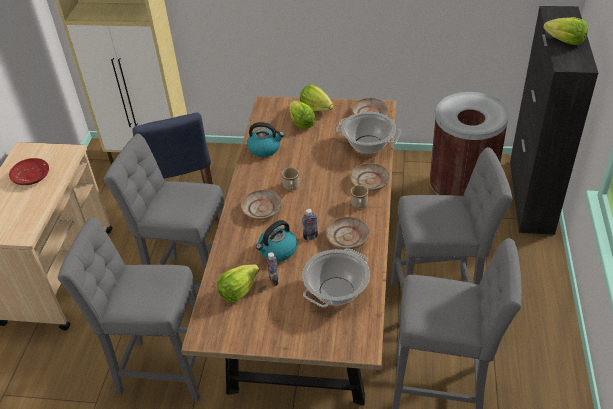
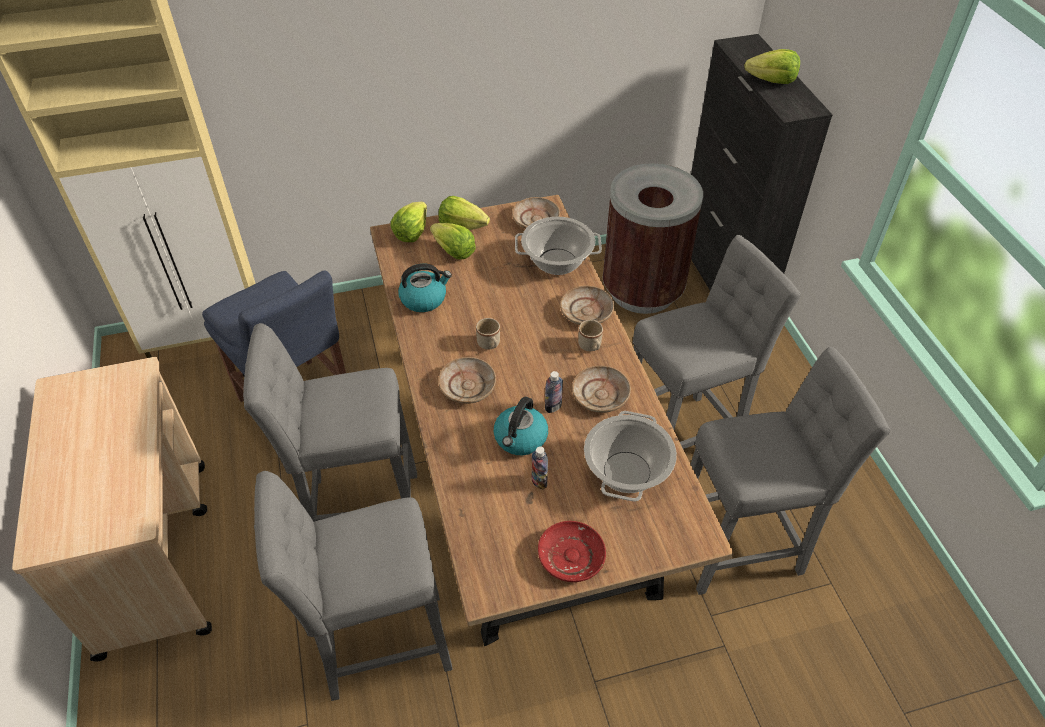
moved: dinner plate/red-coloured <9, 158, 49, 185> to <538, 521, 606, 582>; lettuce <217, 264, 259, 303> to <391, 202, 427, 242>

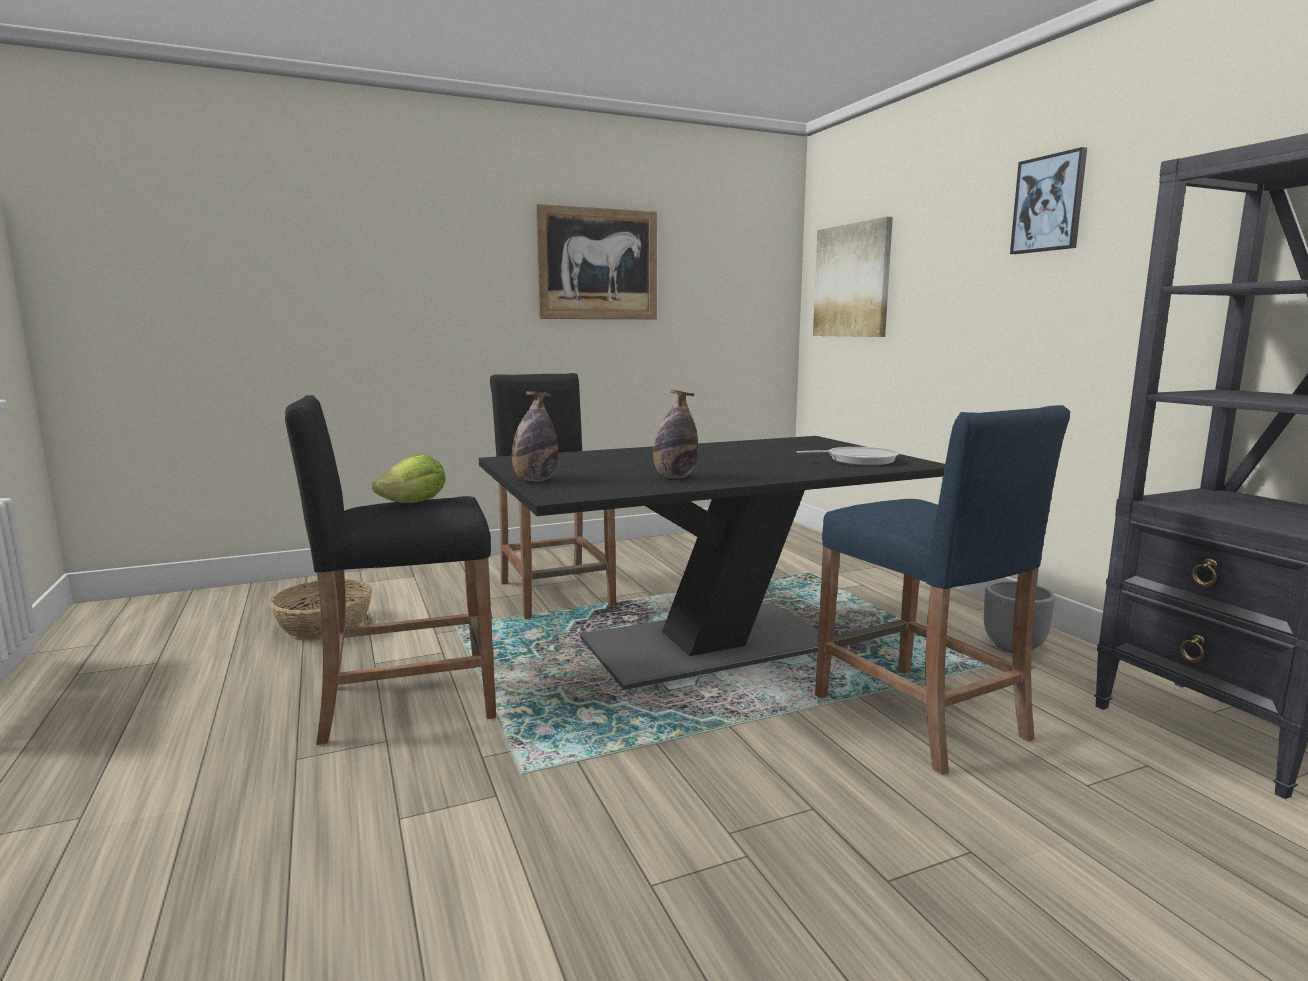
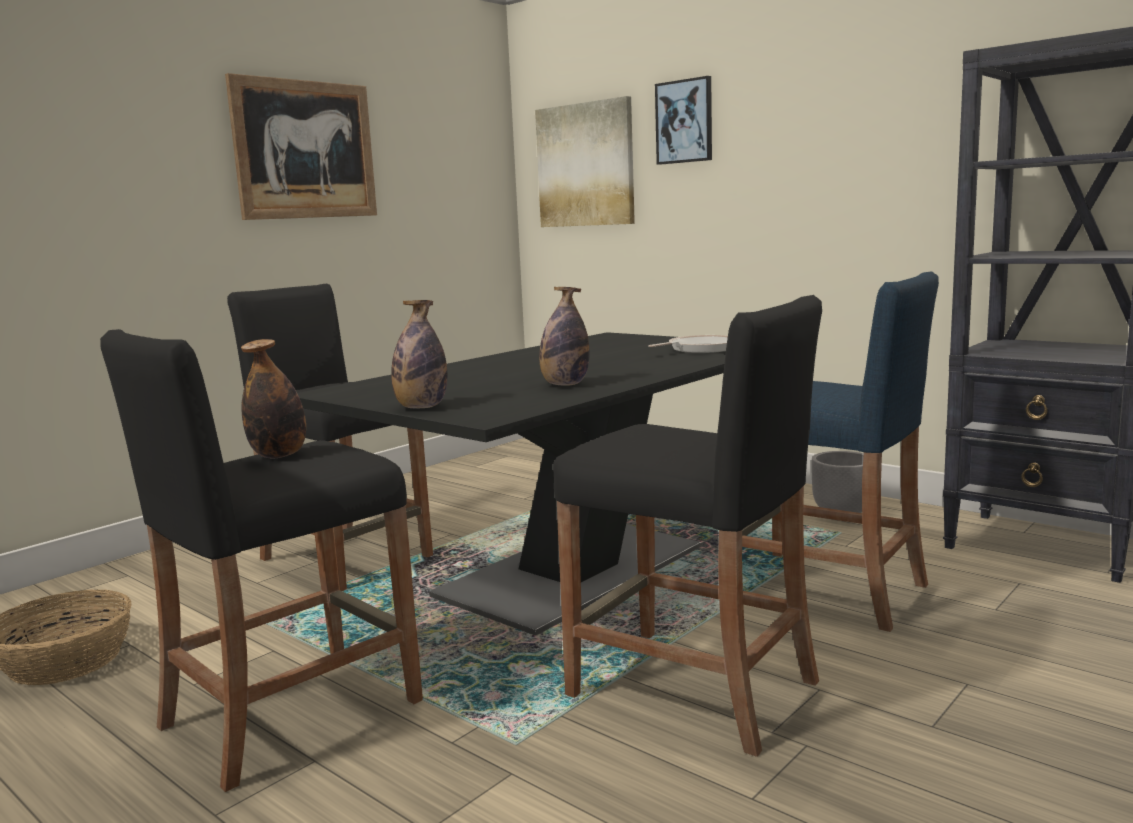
added: stool/black <553, 295, 822, 757>
moved: wall art <1010, 147, 1087, 254> to <655, 76, 712, 165>
replaced: lettuce <372, 455, 445, 503> to drink bottle <241, 339, 306, 458>

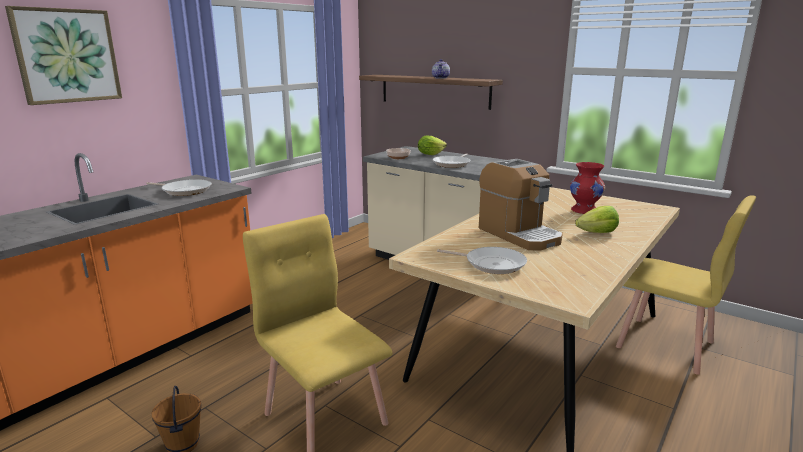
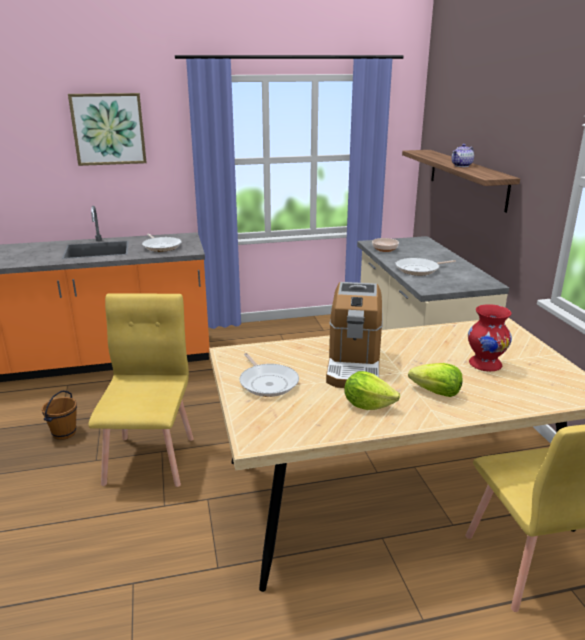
moved: lettuce <418, 136, 447, 155> to <344, 371, 400, 410>

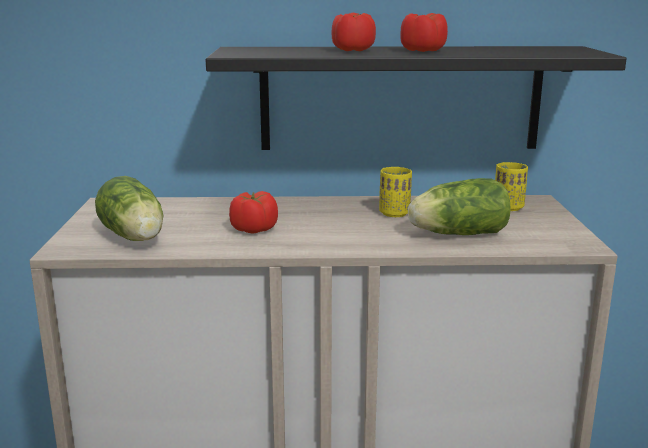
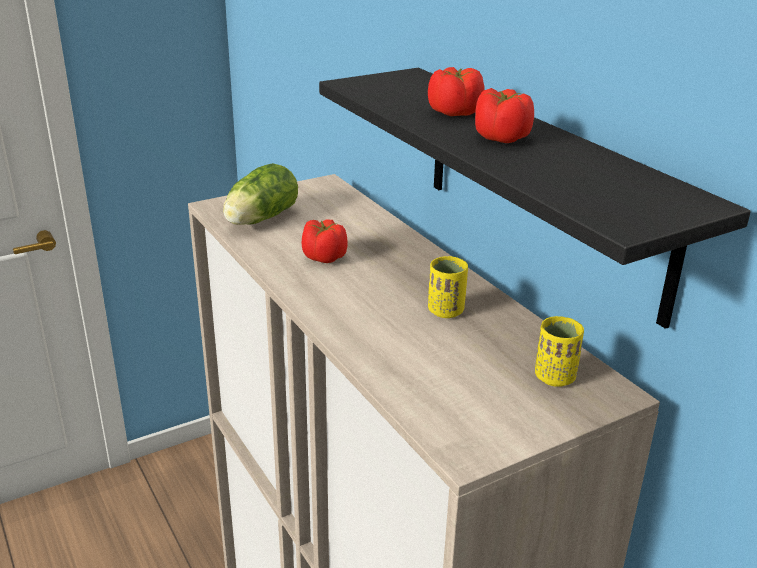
removed: lettuce <408, 178, 511, 235>

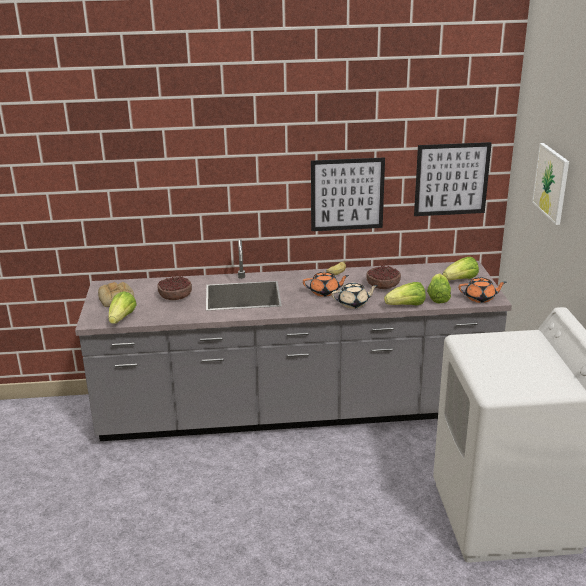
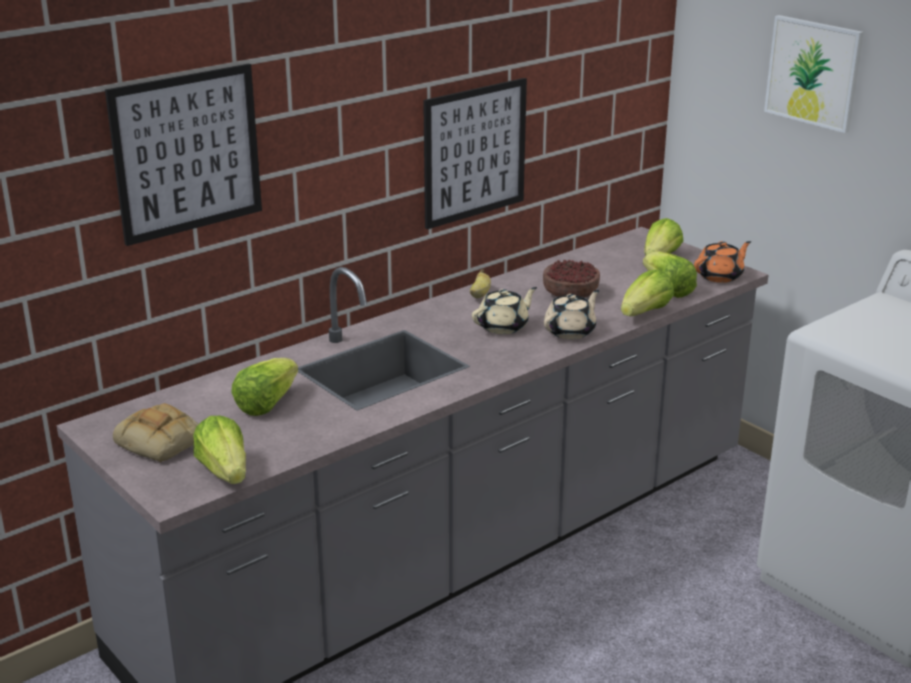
moved: wall art <414, 142, 492, 216> to <105, 64, 262, 246>
replaced: serving bowl <157, 276, 192, 300> to lettuce <231, 358, 298, 416>
recoloured: pot for tea/orangey <303, 271, 349, 297> to pot for tea/beige-coloured <472, 287, 537, 334>

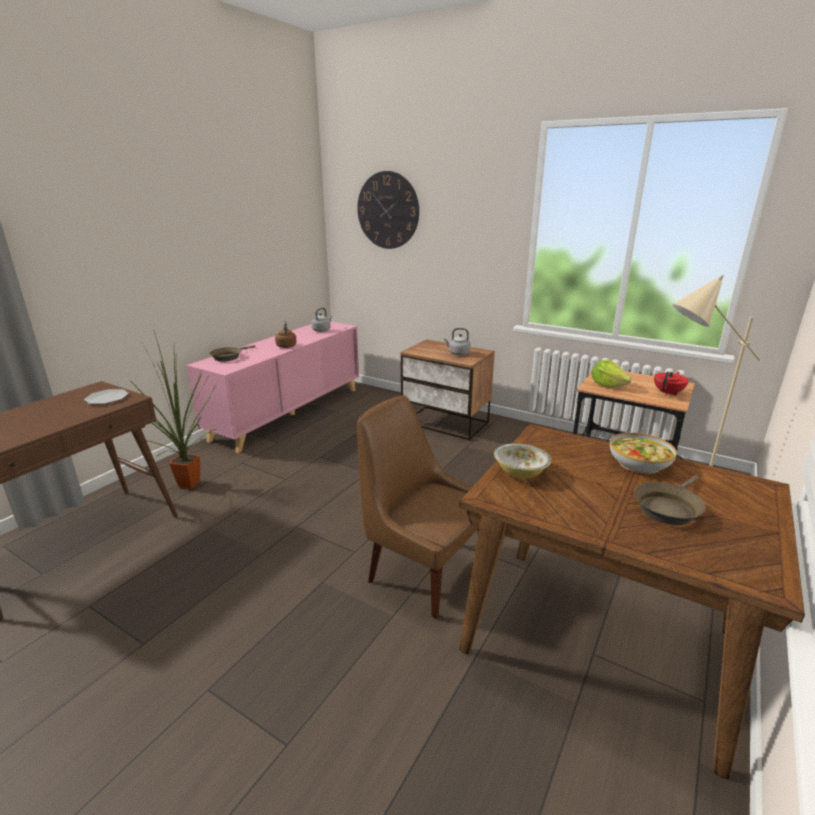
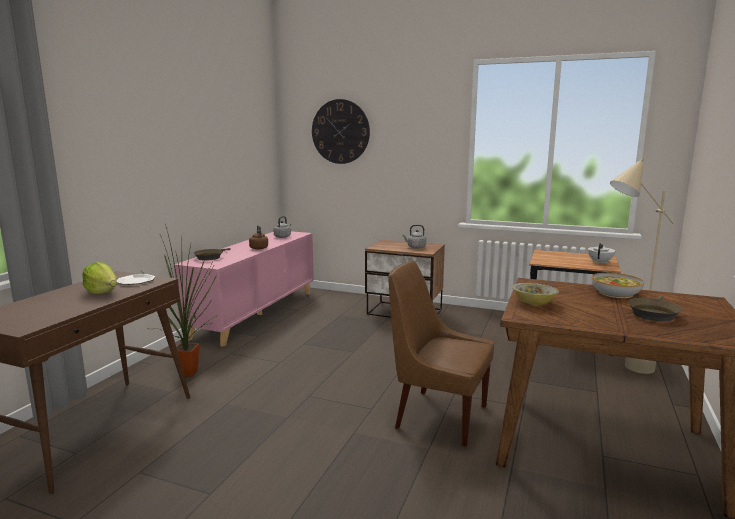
moved: lettuce <591, 360, 632, 388> to <82, 262, 117, 294>
recoloured: pot for tea/red-coloured <654, 371, 689, 396> to pot for tea/whitish <588, 243, 615, 264>

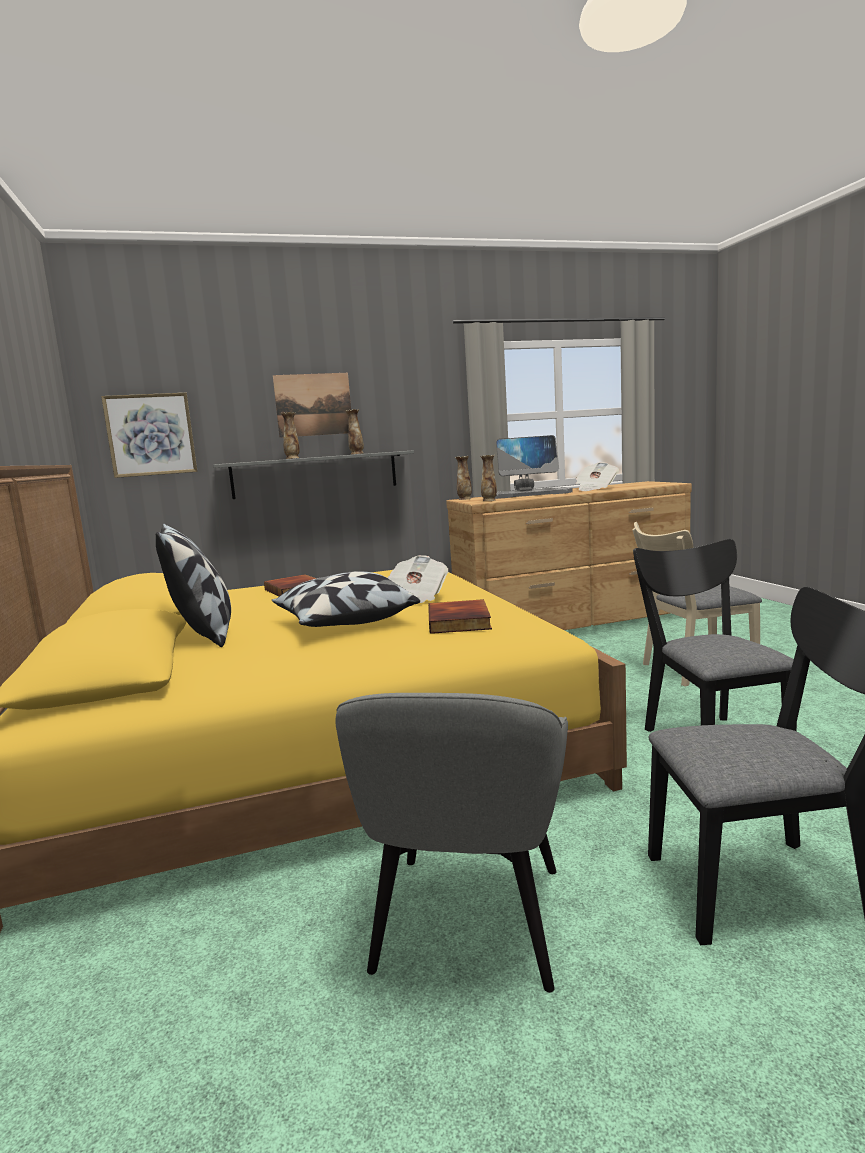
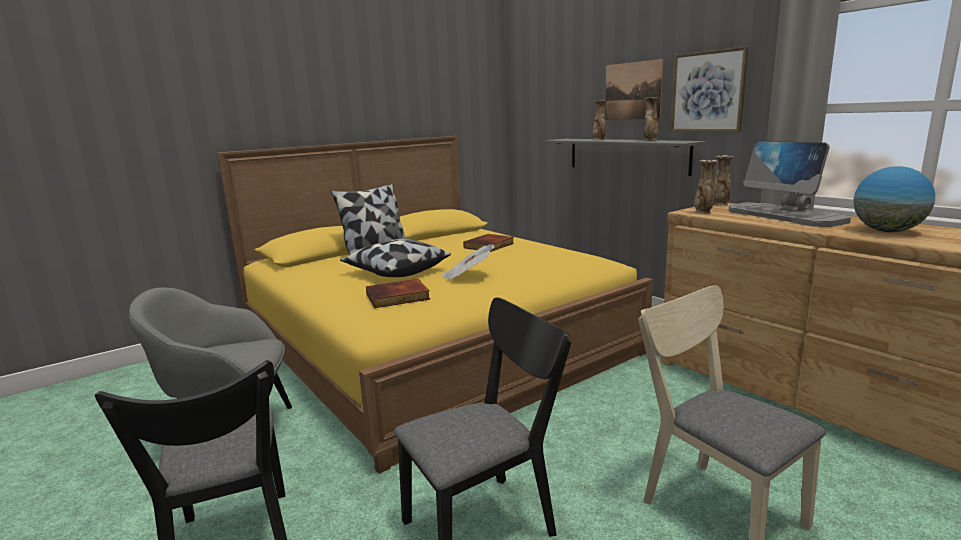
moved: wall art <101, 393, 198, 478> to <670, 46, 749, 132>
replaced: printed paper <575, 462, 619, 491> to world globe <854, 166, 935, 232>

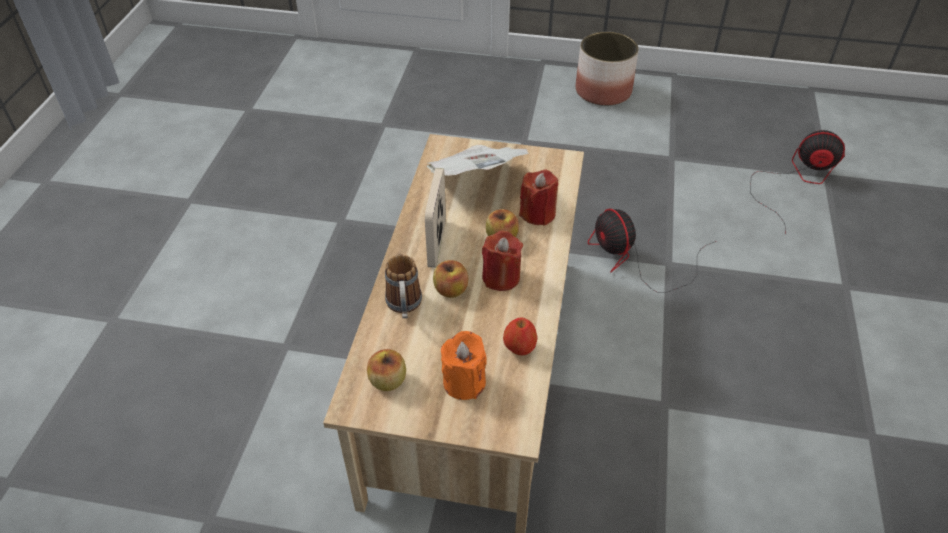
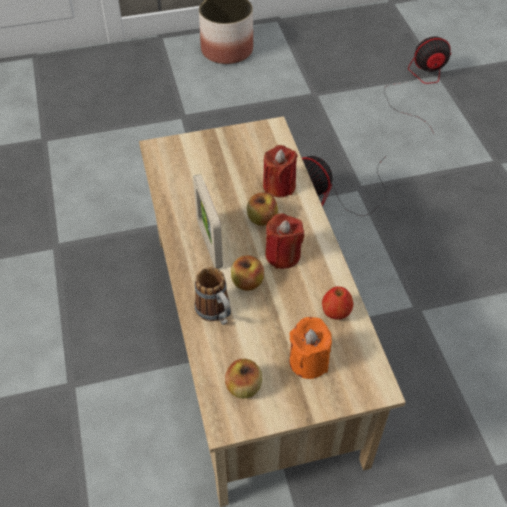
removed: printed paper <427, 145, 528, 176>

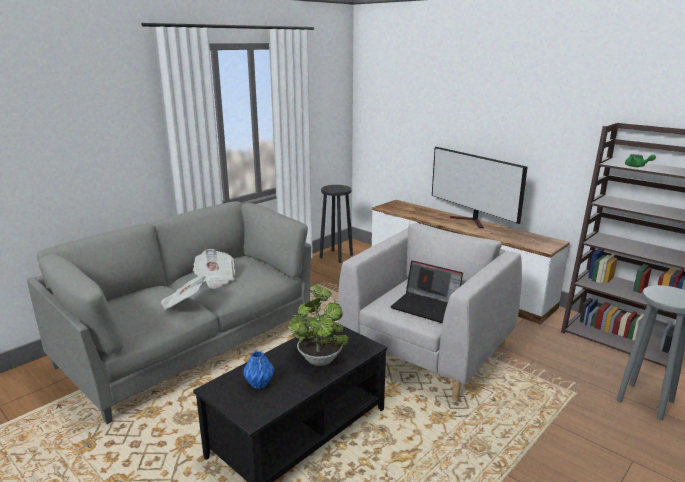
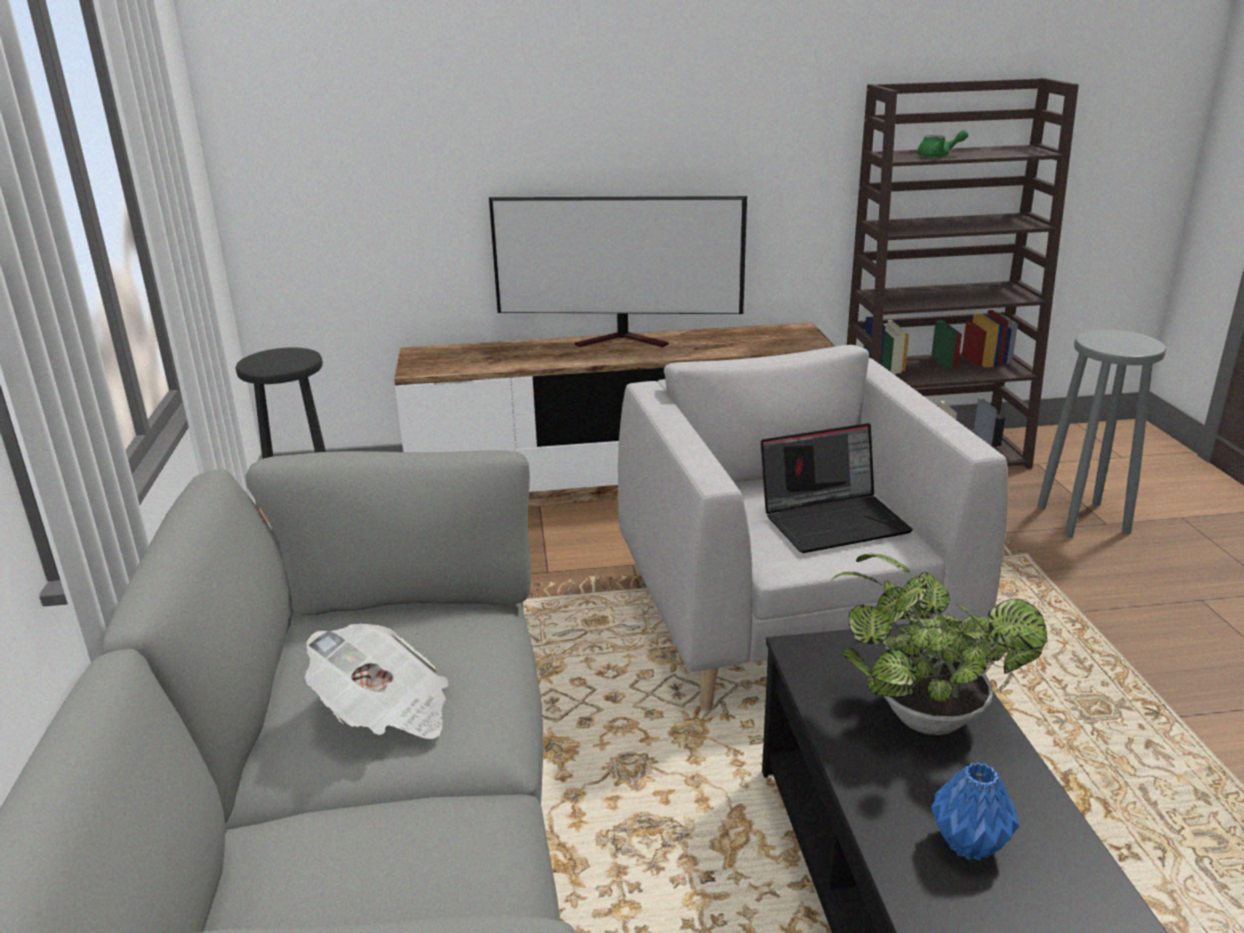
removed: printed paper <161, 275, 207, 310>

